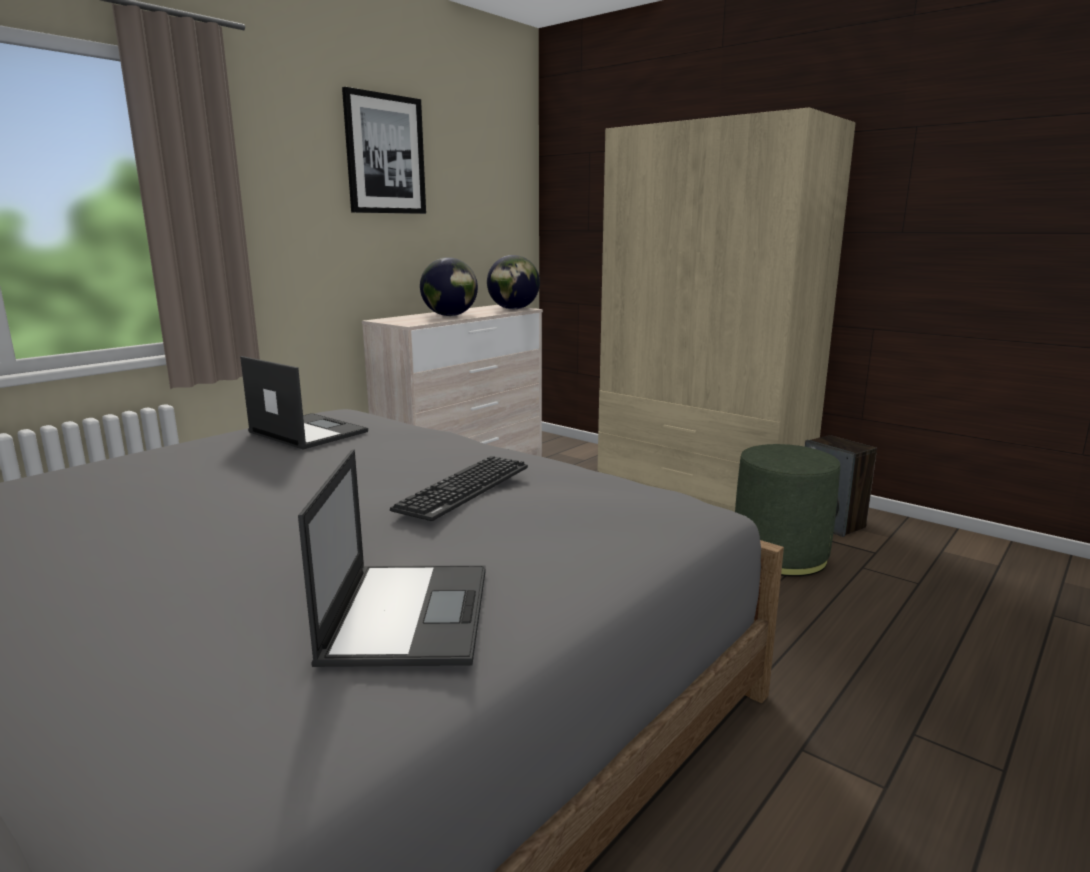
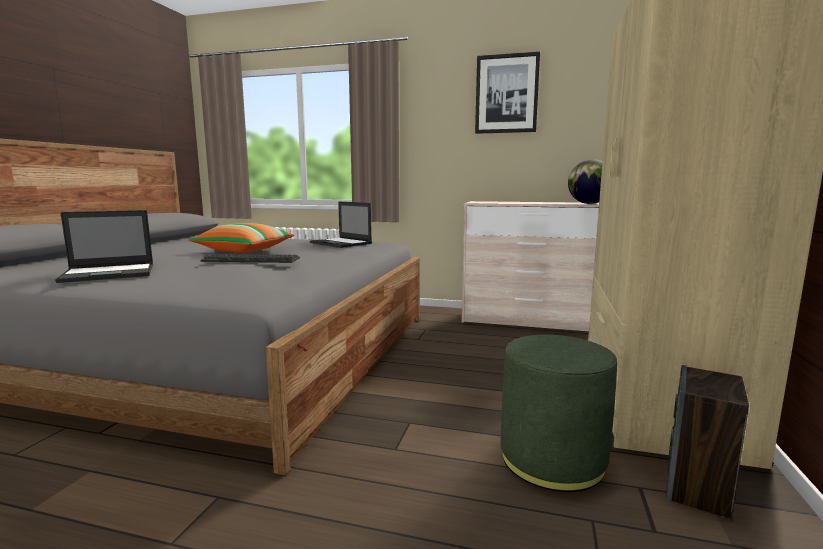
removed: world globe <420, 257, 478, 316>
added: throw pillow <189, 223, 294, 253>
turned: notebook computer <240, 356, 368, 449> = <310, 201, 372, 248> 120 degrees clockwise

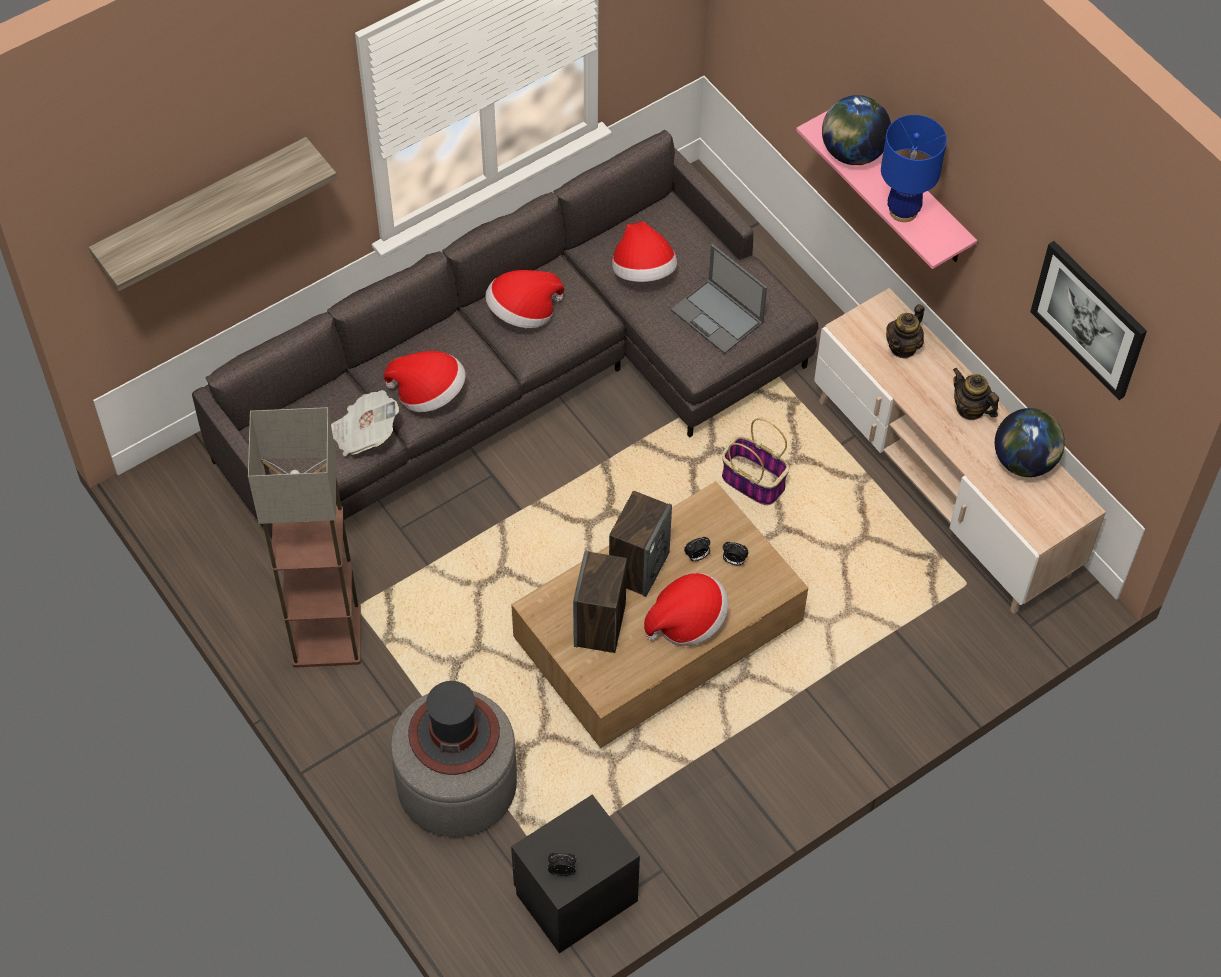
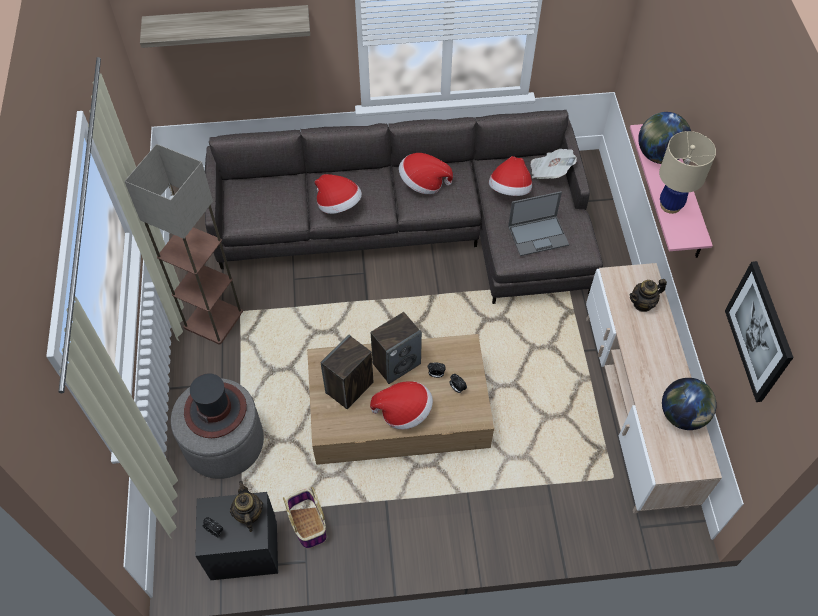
moved: printed paper <331, 390, 399, 456> to <531, 149, 577, 179>; storage basket <722, 418, 789, 505> to <283, 487, 327, 549>; pot for tea <953, 368, 999, 420> to <230, 481, 263, 532>
recoloured: table lamp/blue <881, 115, 947, 222> to table lamp/beige-coloured <659, 131, 716, 214>
turned: notebook computer <671, 244, 767, 354> = <508, 191, 569, 256> 90 degrees counterclockwise

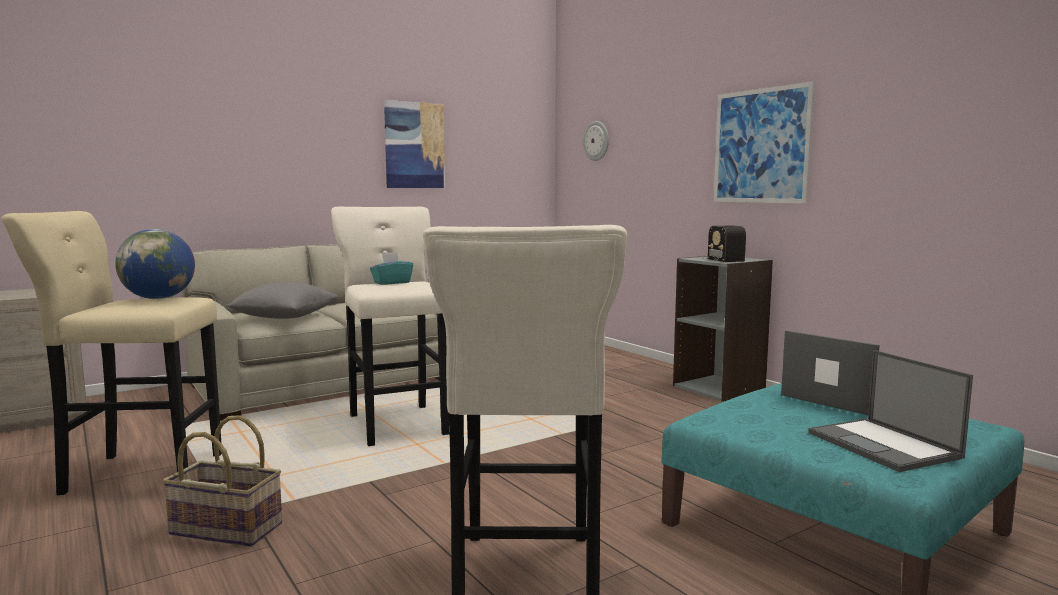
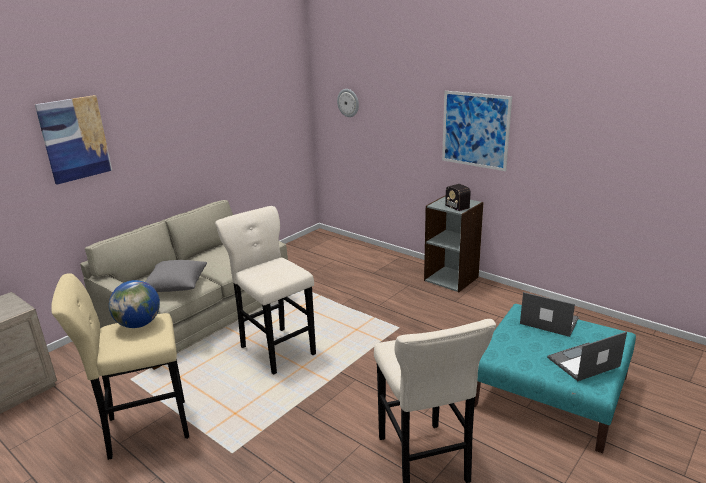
removed: storage basket <162, 415, 282, 547>; box of tissues/blue-green <370, 253, 413, 285>
moved: wall art <384, 100, 445, 188> to <35, 95, 112, 185>
turned: notebook computer <808, 350, 973, 472> = <547, 332, 627, 381> 105 degrees clockwise

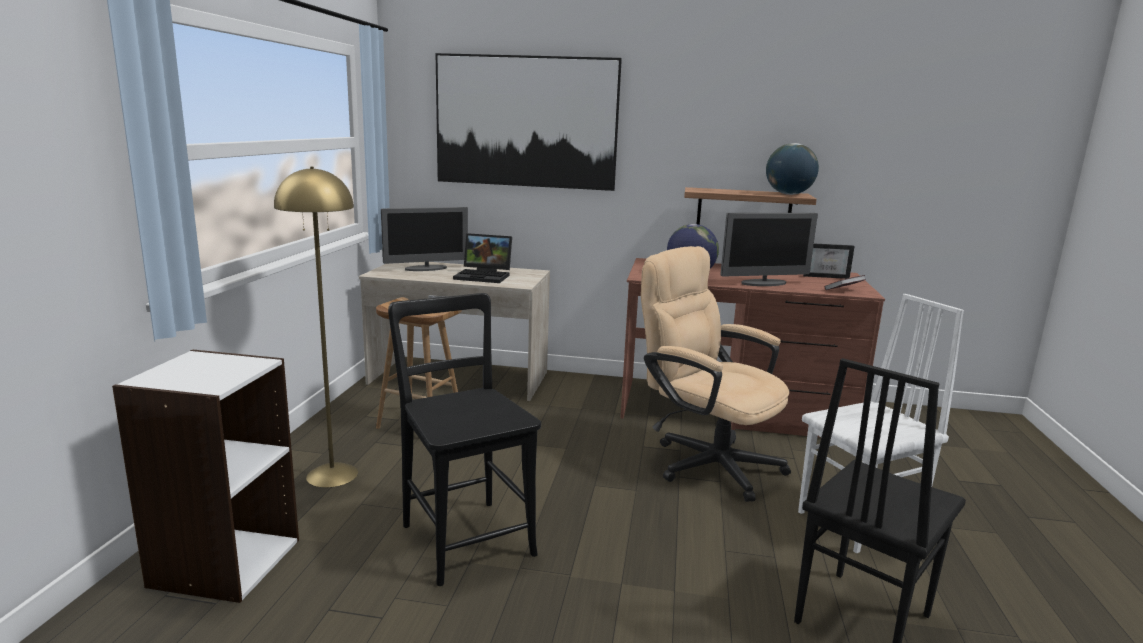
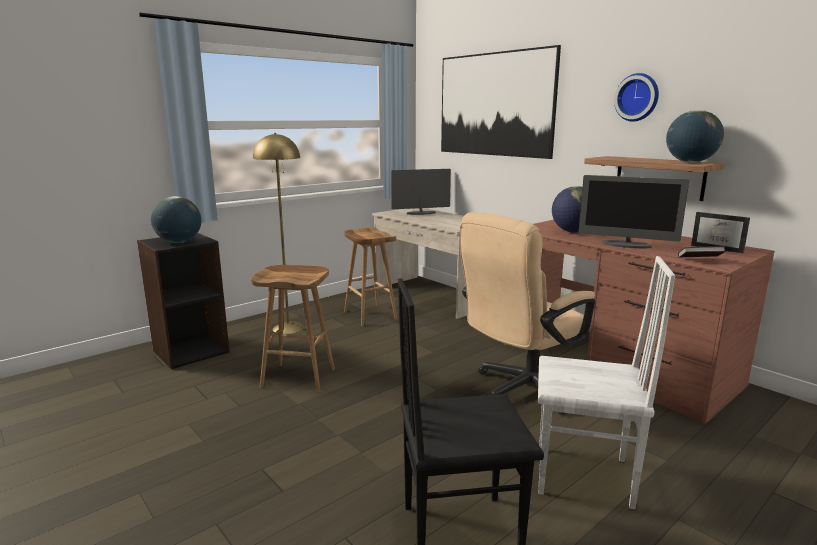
removed: notebook computer <453, 233, 512, 283>
added: world globe <151, 196, 201, 243>; clock on the wall <614, 73, 659, 121>
replaced: chair/black <388, 293, 541, 586> to stool/brown-coloured <251, 265, 335, 393>
recoloured: bookcase/whitish <112, 349, 299, 603> to bookcase/black <137, 233, 230, 369>
turned: computer screen <381, 207, 468, 271> = <391, 169, 451, 215> 150 degrees clockwise; computer chair/beige-coloured <641, 246, 791, 502> = <460, 212, 595, 415> 120 degrees counterclockwise

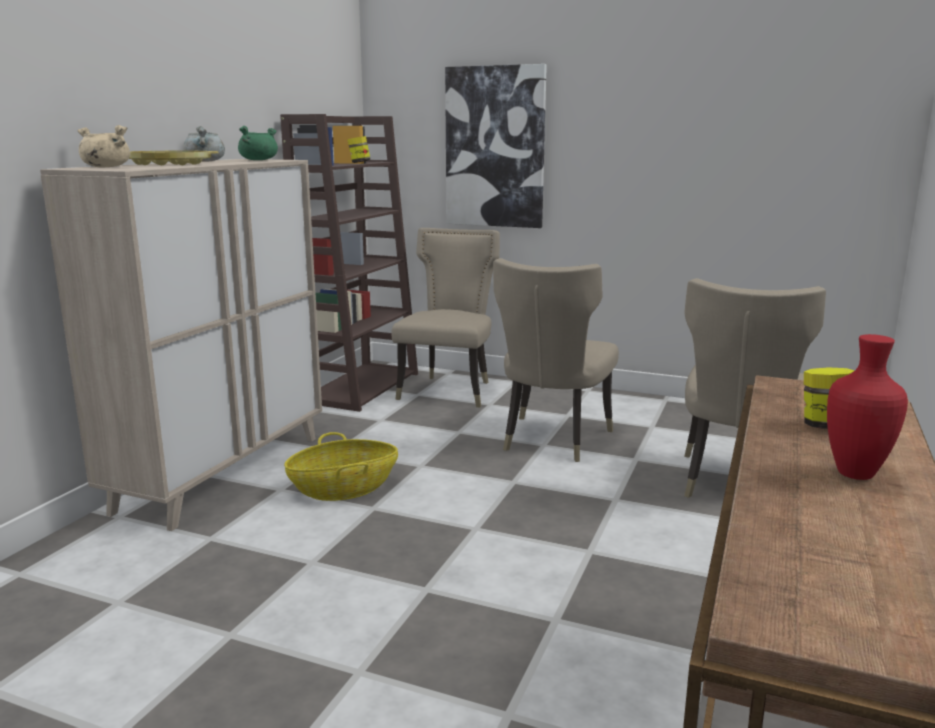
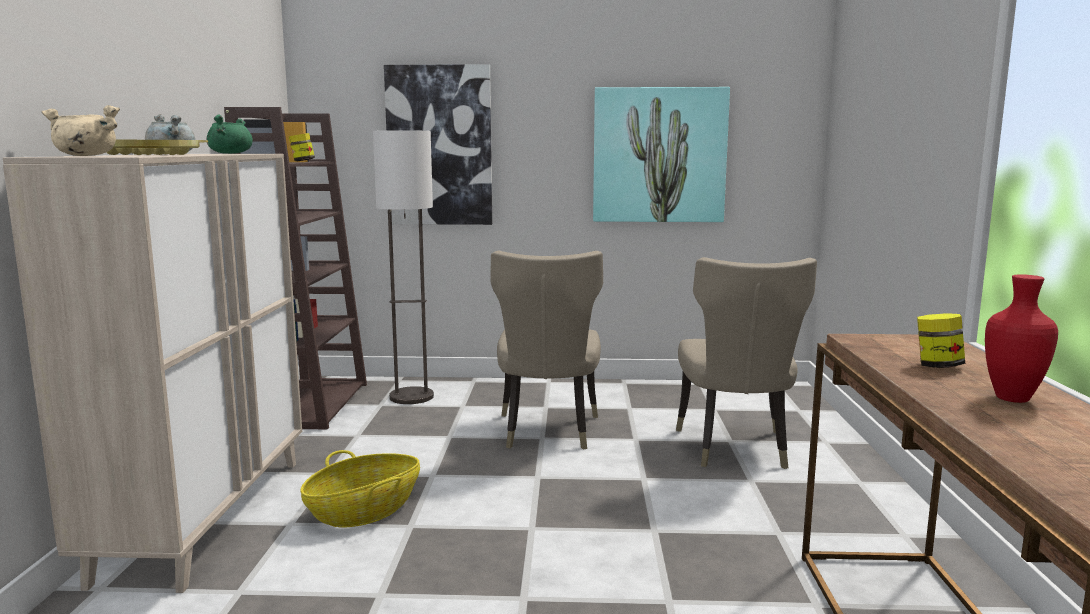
added: wall art <593, 87, 730, 222>
replaced: chair/beige-coloured <391, 228, 500, 407> to floor lamp <373, 130, 434, 404>

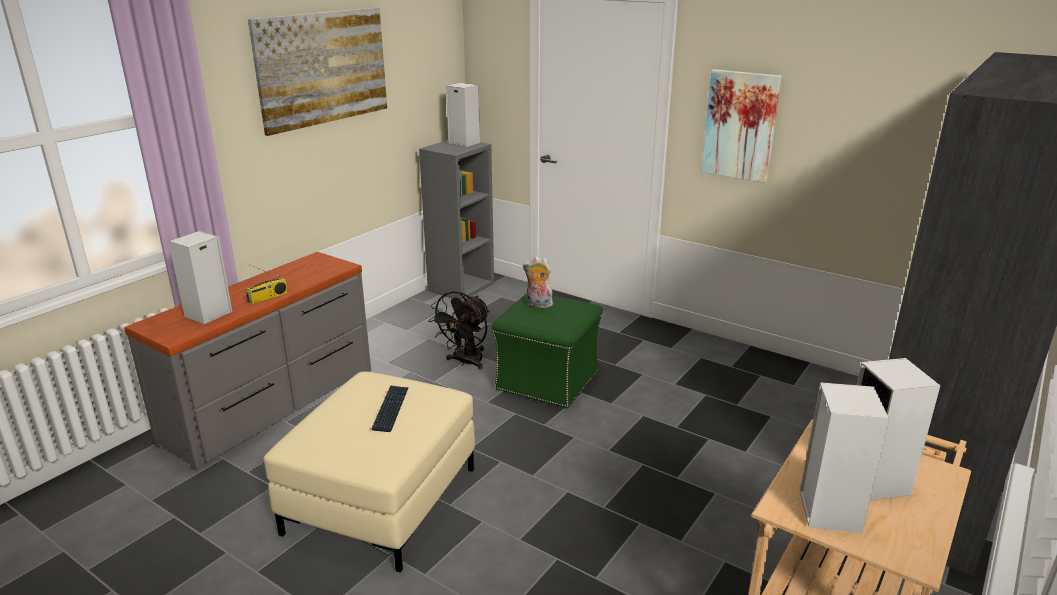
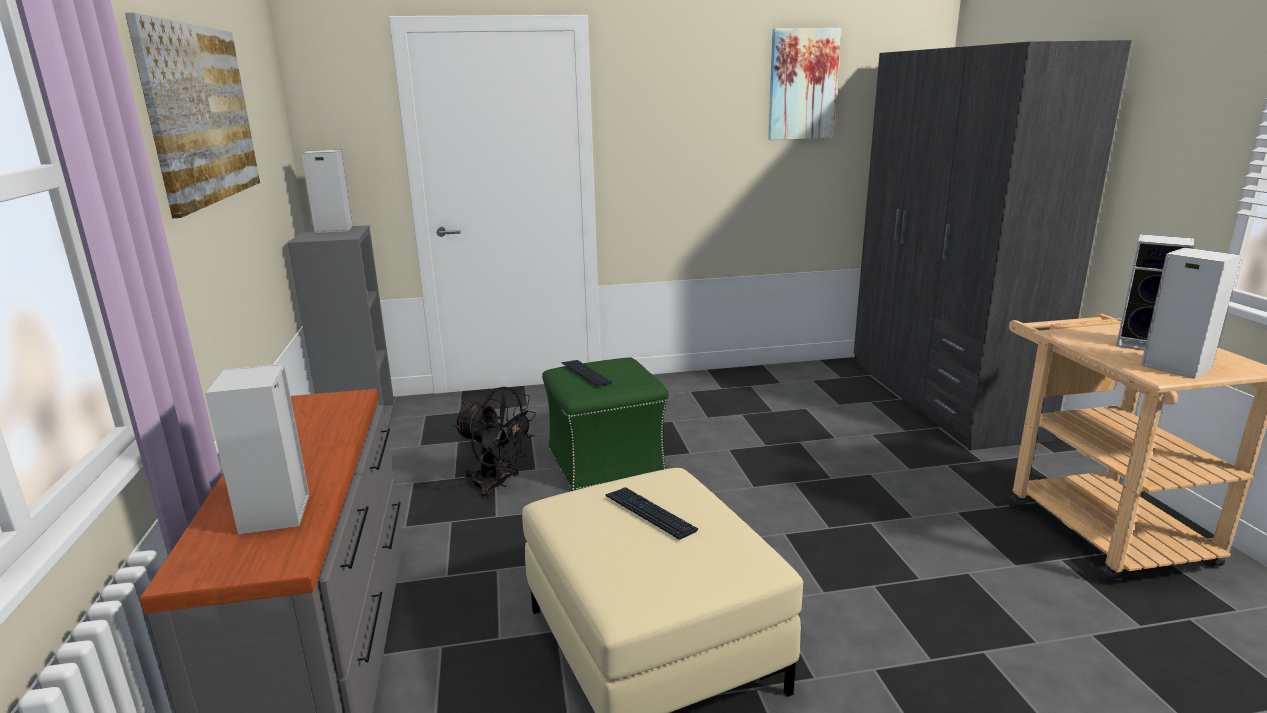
removed: radio set <246, 265, 288, 304>
moved: wall art <702, 69, 782, 183> to <768, 28, 841, 140>
replaced: plush toy <523, 256, 553, 308> to computer keyboard <562, 360, 612, 386>
turned: cooling fan/black <428, 291, 490, 370> = <453, 387, 536, 499> 45 degrees counterclockwise

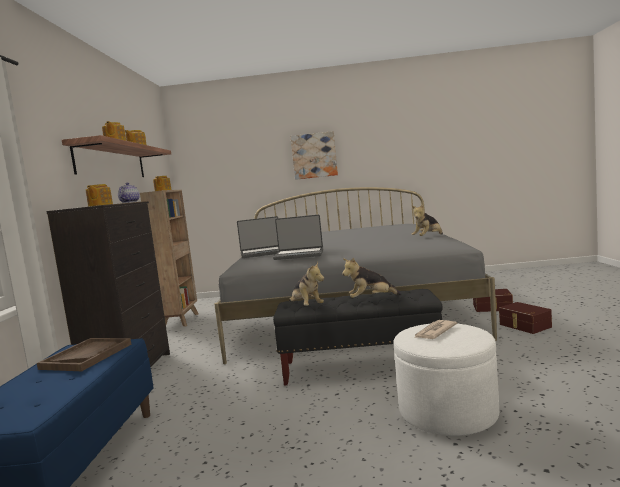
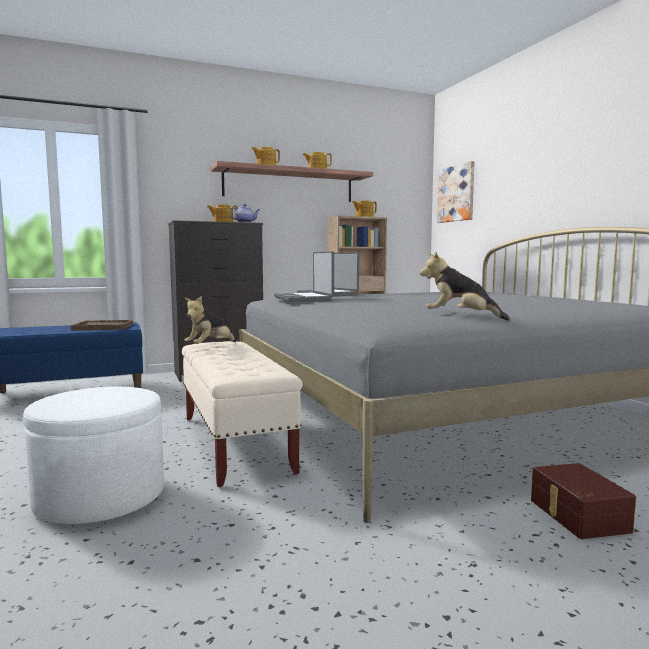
removed: plush toy <342, 258, 401, 298>; printed paper <414, 320, 457, 339>; storage container/brown-coloured <499, 302, 552, 334>
moved: wall art <290, 131, 338, 180> to <437, 161, 475, 223>
recoloured: indoor bench/black <273, 289, 443, 386> to indoor bench/beige-coloured <182, 341, 302, 487>

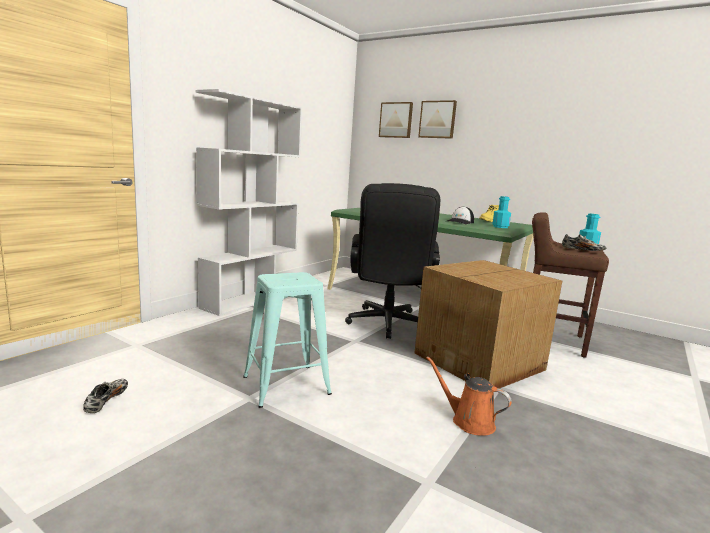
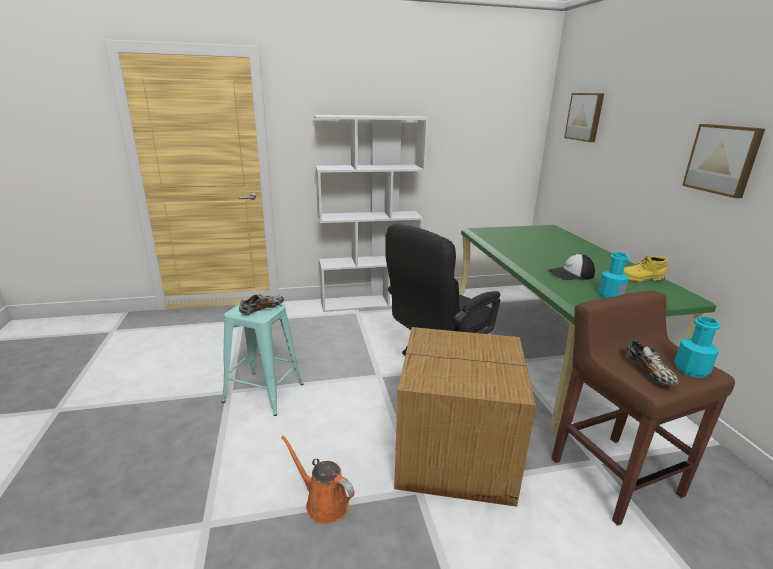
moved: item of footwear <83, 379, 128, 413> to <239, 294, 284, 315>; wall art <418, 100, 457, 139> to <682, 124, 765, 198>
turned: sprinkling can/orangey <426, 356, 512, 436> = <281, 435, 355, 524> 45 degrees counterclockwise

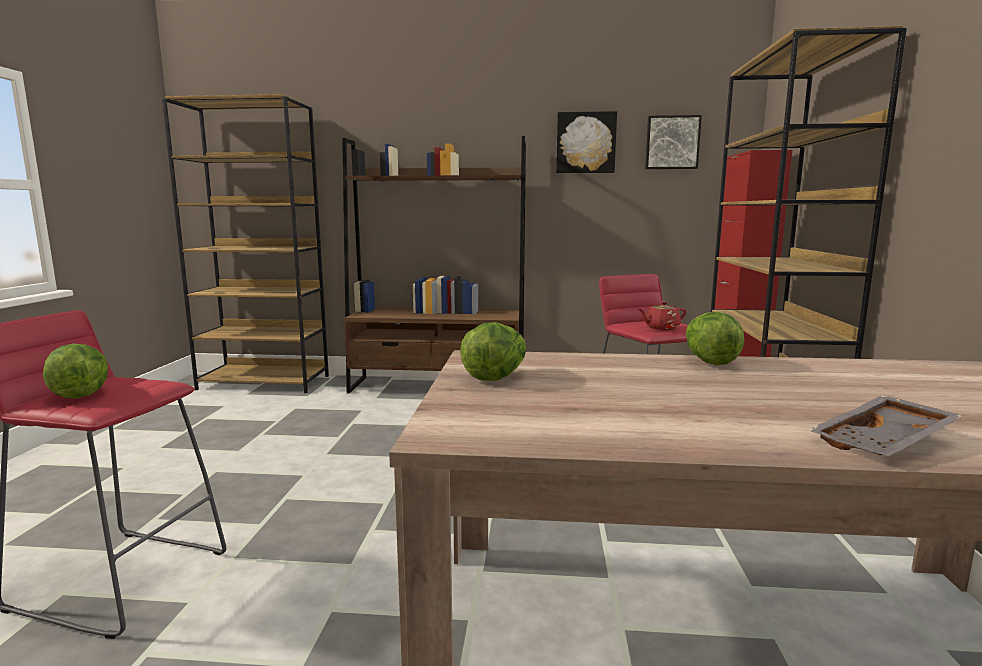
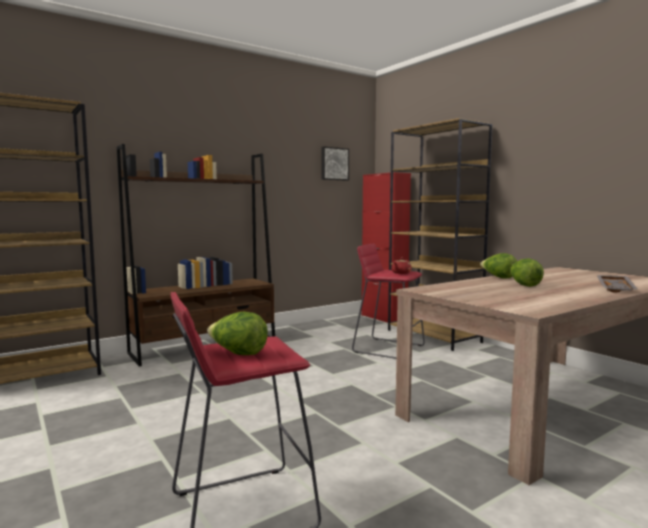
removed: wall art <556, 111, 617, 173>
moved: lettuce <460, 322, 526, 381> to <510, 258, 544, 287>

